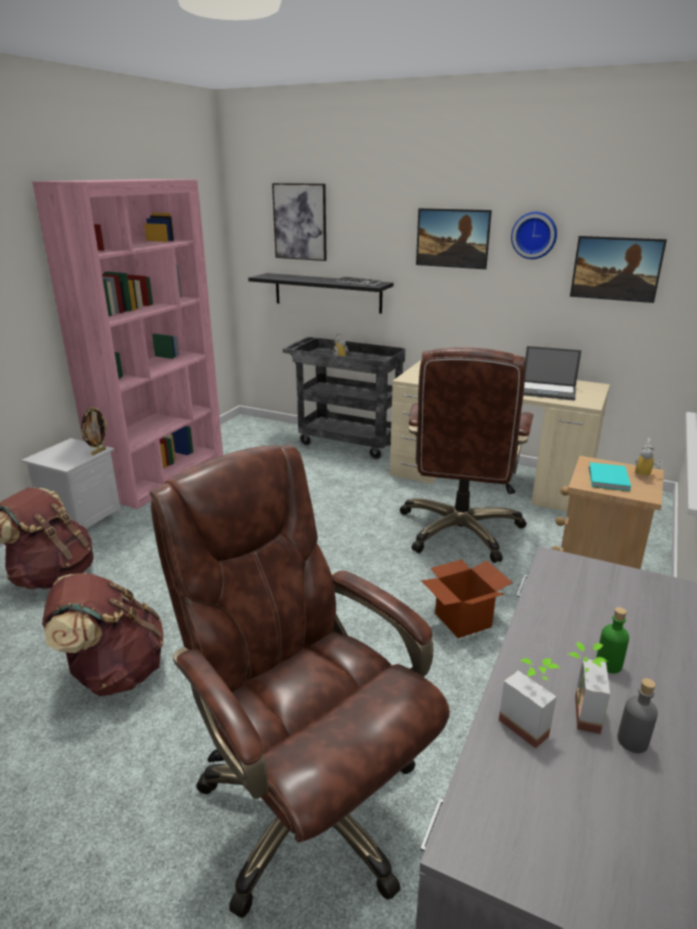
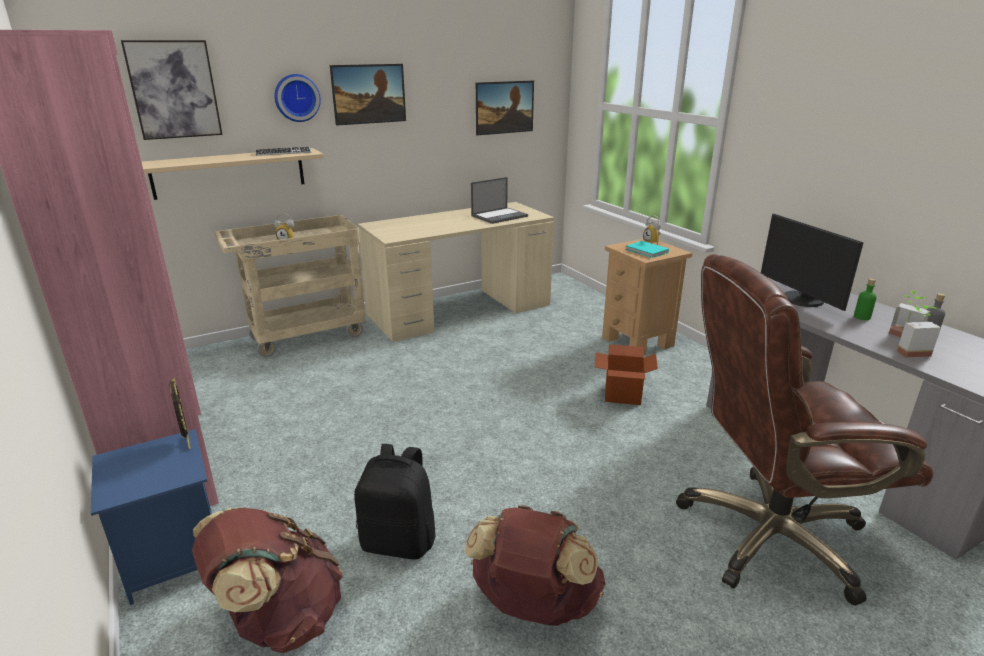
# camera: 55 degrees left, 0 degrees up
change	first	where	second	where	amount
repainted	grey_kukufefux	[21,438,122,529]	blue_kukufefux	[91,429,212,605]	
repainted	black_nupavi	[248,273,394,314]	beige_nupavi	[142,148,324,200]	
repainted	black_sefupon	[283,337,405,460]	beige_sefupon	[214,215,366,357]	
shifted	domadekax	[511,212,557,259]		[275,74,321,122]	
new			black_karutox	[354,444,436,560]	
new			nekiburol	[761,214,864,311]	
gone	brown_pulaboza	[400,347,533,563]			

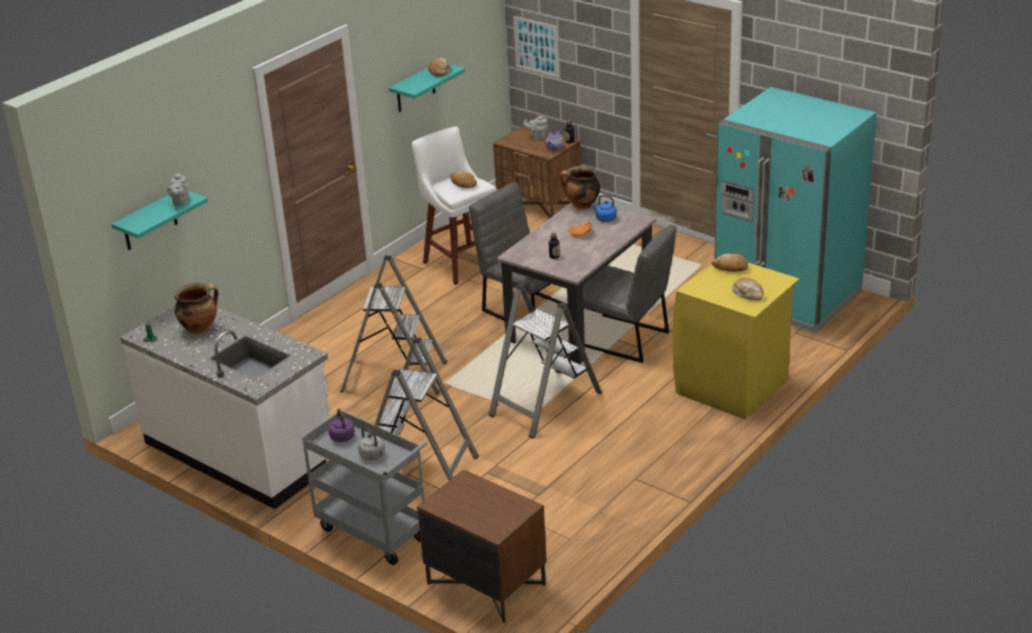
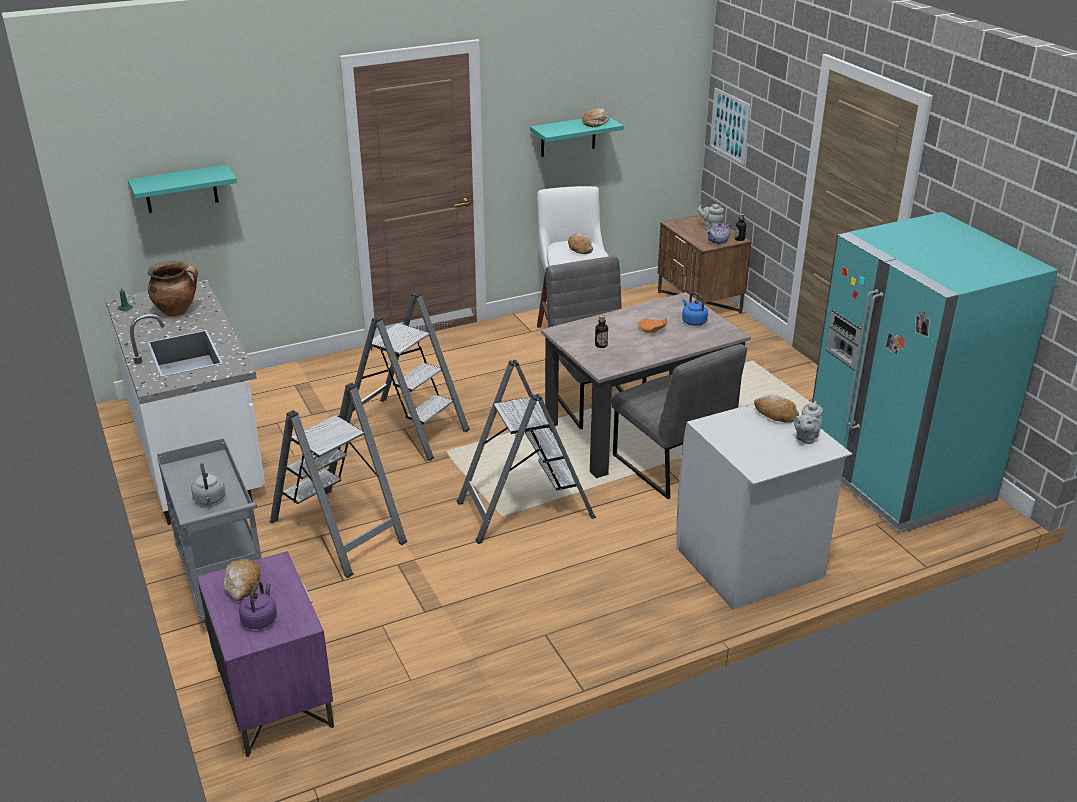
# camera: 25 degrees right, 0 degrees up
change	first	where	second	where	amount
repainted	brown_kukufefux	[417,469,547,623]	purple_kukufefux	[197,551,334,757]	
shifted	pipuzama	[732,277,764,300]		[224,559,261,601]	
shifted	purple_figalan	[328,408,355,442]		[239,582,277,629]	
repainted	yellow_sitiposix	[673,254,799,419]	white_sitiposix	[676,404,852,610]	
shifted	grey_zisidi	[167,172,189,205]		[794,401,823,444]	
gone	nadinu	[560,166,600,209]			

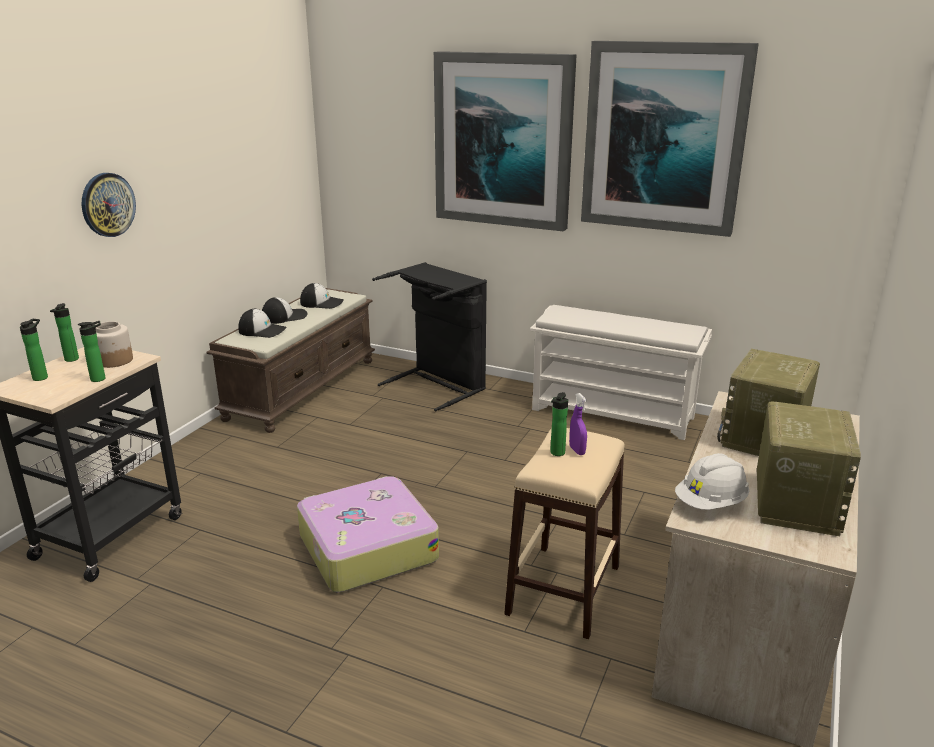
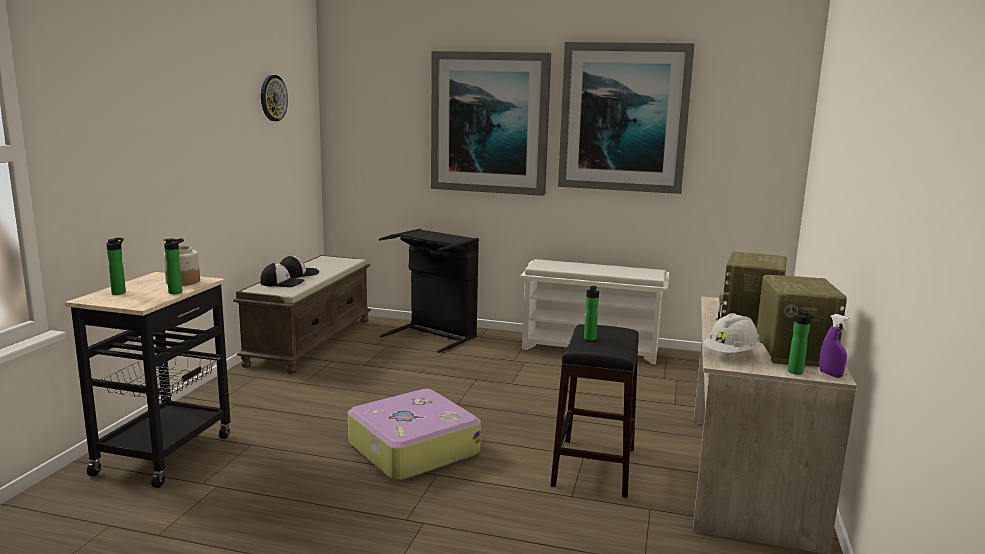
# camera: 10 degrees left, 10 degrees down
change	first	where	second	where	amount
shifted	domadekax	[81,173,136,237]		[261,75,288,121]	
repainted	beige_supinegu	[504,428,624,639]	black_supinegu	[551,324,639,498]	
shifted	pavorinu	[50,303,79,362]		[788,309,815,375]	
shifted	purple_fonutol	[569,393,587,455]		[819,314,850,378]	
gone	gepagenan	[300,283,344,309]			

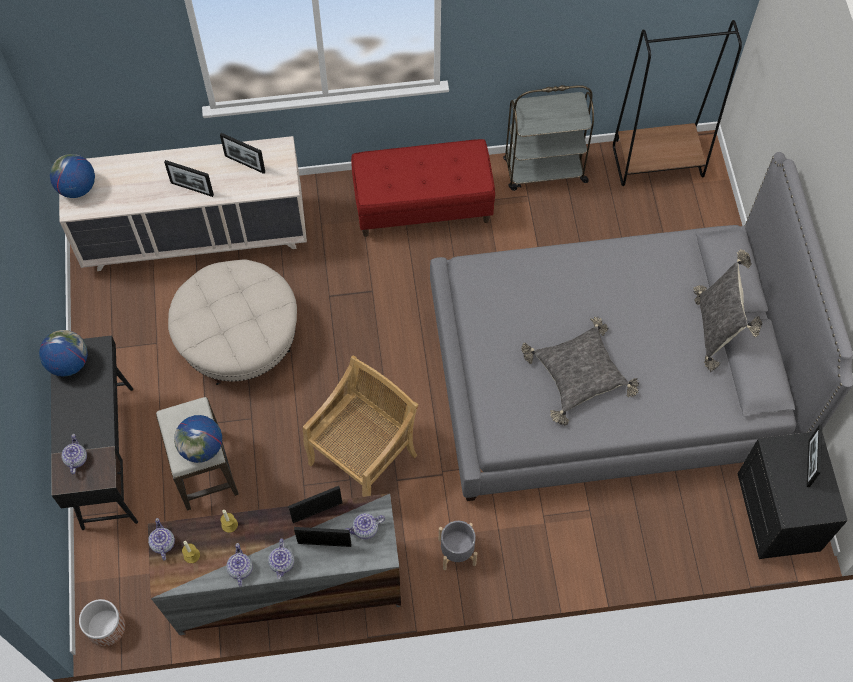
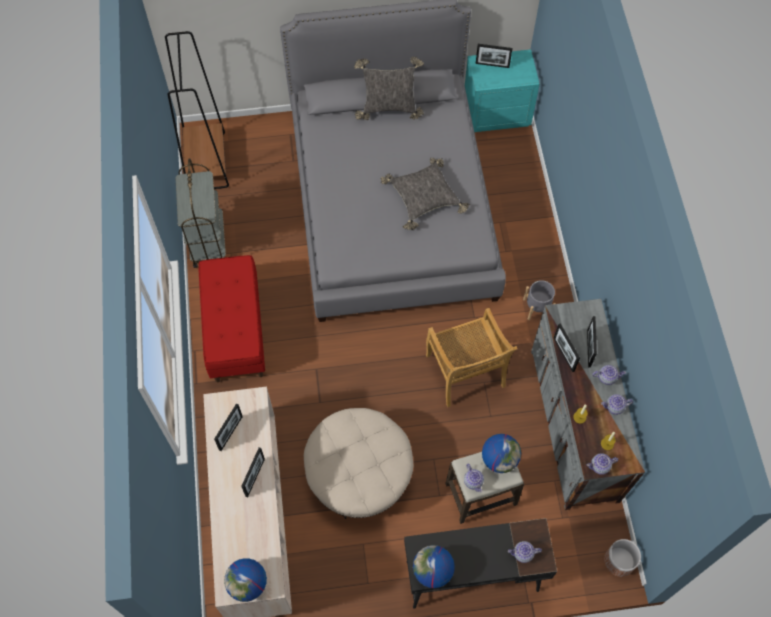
# camera: 90 degrees left, 0 degrees up
change	first	where	second	where	amount
rotated	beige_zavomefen	[303,355,418,497]		[426,308,517,407]	150 degrees counterclockwise
shifted	zisidi	[345,513,385,539]		[464,463,484,493]	
repainted	black_kukufefux	[737,432,848,559]	turquoise_kukufefux	[465,49,540,132]	

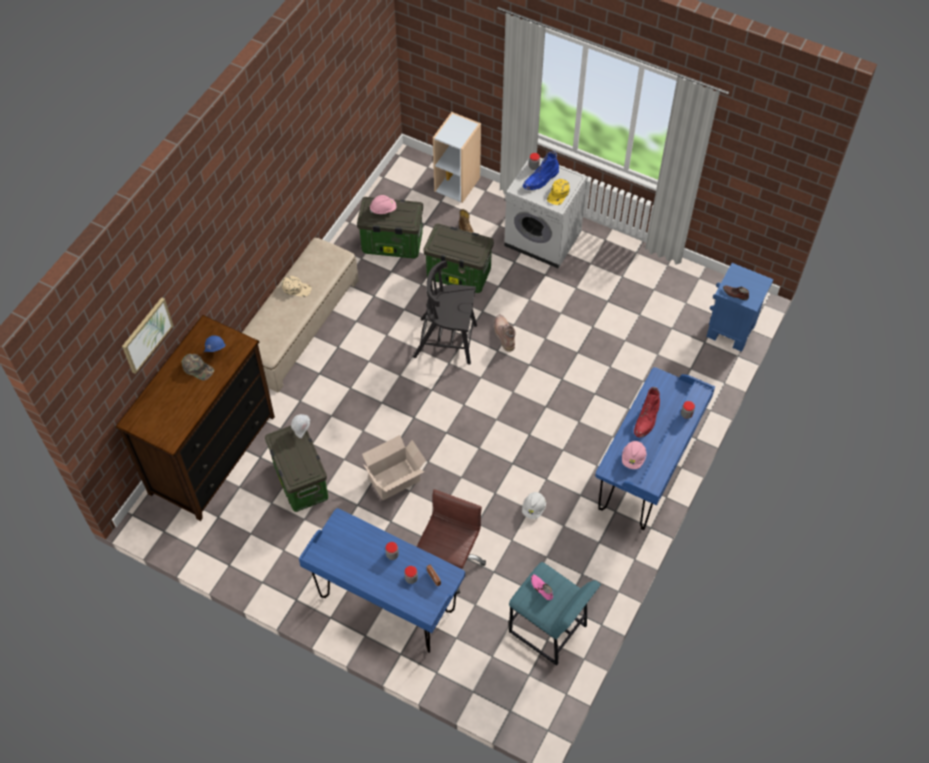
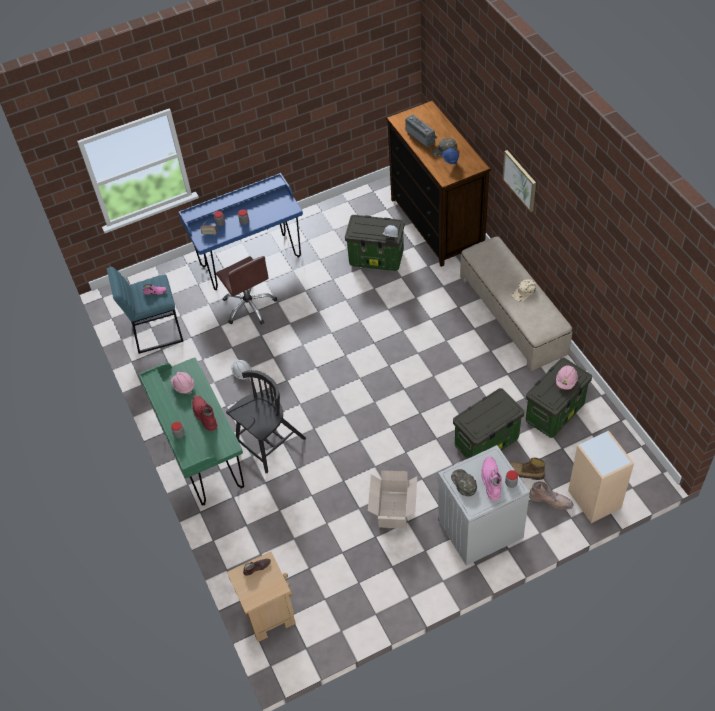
# camera: 130 degrees right, 5 degrees down
change	first	where	second	where	amount
repainted	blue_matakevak	[595,367,715,530]	green_matakevak	[139,358,244,506]	
shifted	black_zavomefen	[413,261,477,365]		[226,370,306,473]	
repainted	blue_kukufefux	[706,263,774,352]	beige_kukufefux	[227,552,296,642]	
shifted	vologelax	[362,435,426,500]		[368,470,417,529]	
new			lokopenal	[405,114,437,147]	
repainted	yellow_gepagenan	[547,179,570,205]	green_gepagenan	[451,469,477,496]	
repainted	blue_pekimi	[523,151,559,190]	pink_pekimi	[481,457,502,501]	
shifted	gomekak	[122,297,173,374]		[503,150,536,212]	
shifted	brown_pekimi	[494,314,516,352]		[529,481,573,510]	

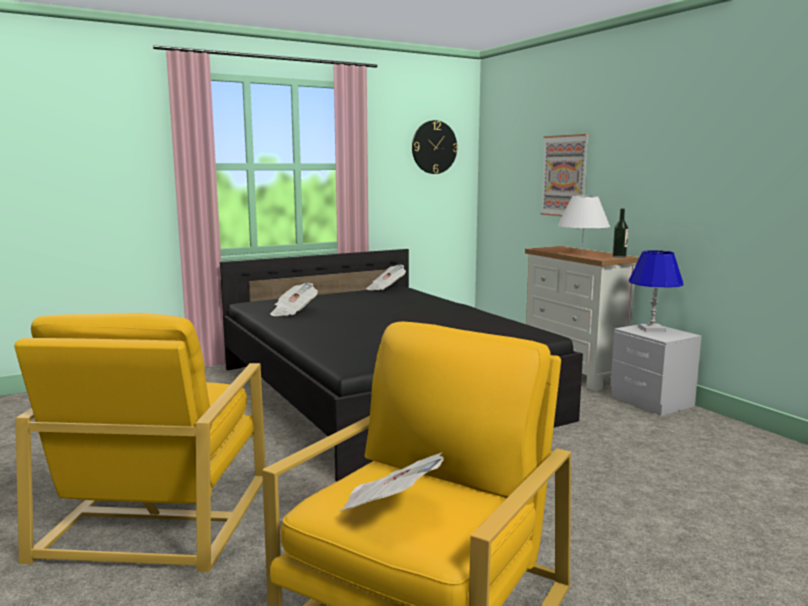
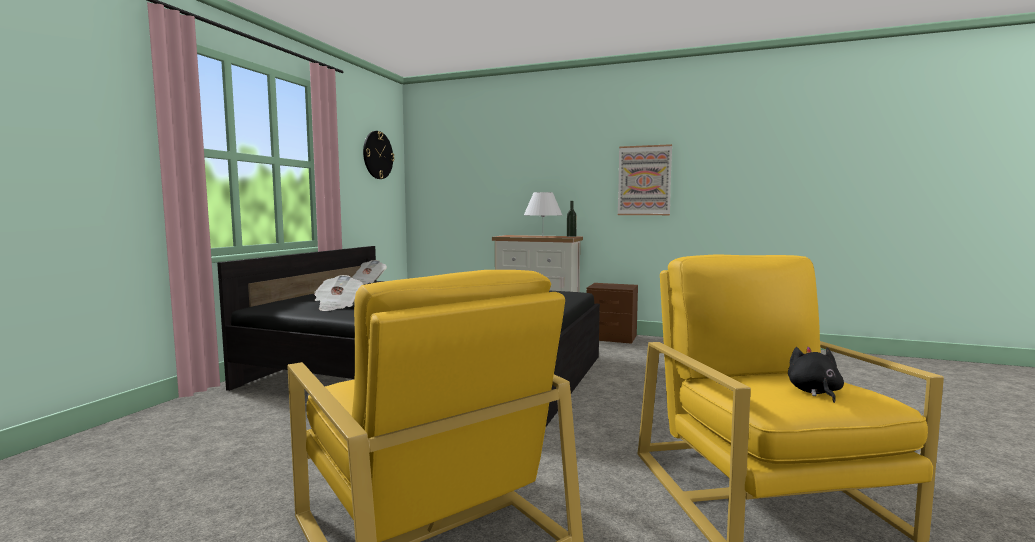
# camera: 40 degrees left, 5 degrees down
change	first	where	second	where	amount
repainted	grey_kukufefux	[610,325,701,416]	brown_kukufefux	[587,283,638,344]	
shifted	gomekak	[540,134,589,216]		[618,144,672,215]	
swapped	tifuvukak	[339,453,444,512]	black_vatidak	[788,347,844,403]	
gone	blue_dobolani	[629,250,684,331]			

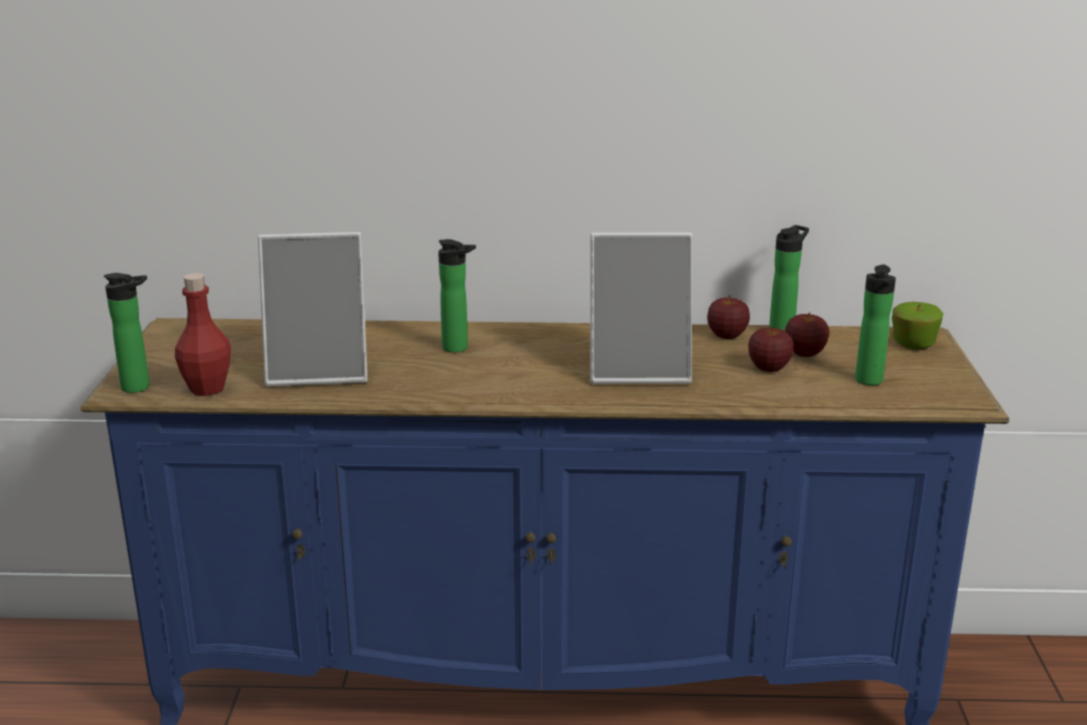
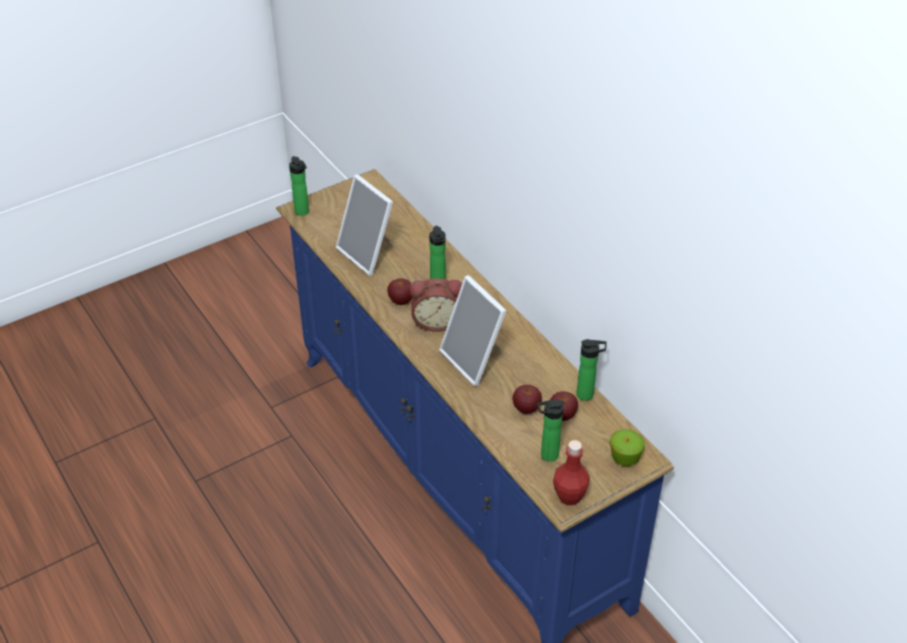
# camera: 55 degrees right, 20 degrees up
change	first	where	second	where	amount
shifted	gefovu	[707,295,750,339]		[387,278,412,305]	
new			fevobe	[409,278,462,332]	
shifted	red_pavorinu	[175,273,231,396]		[553,440,590,505]	

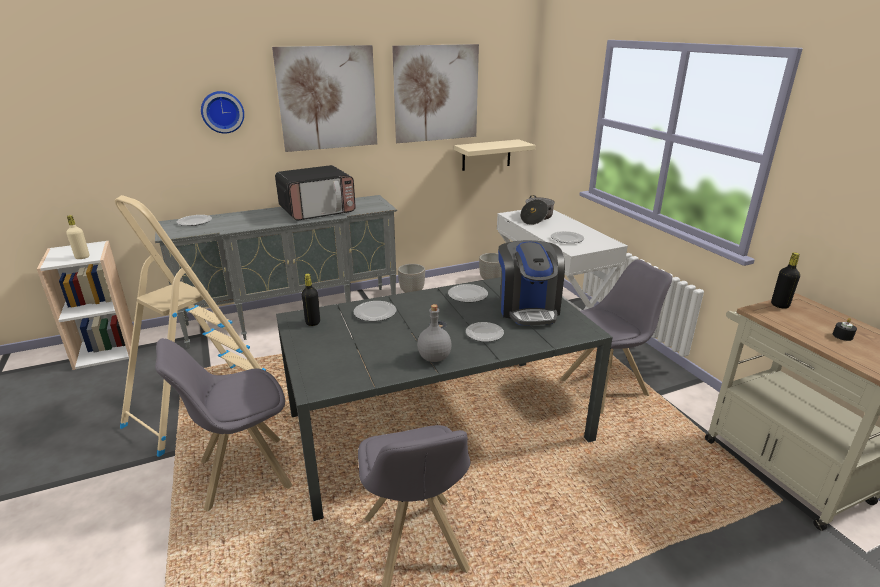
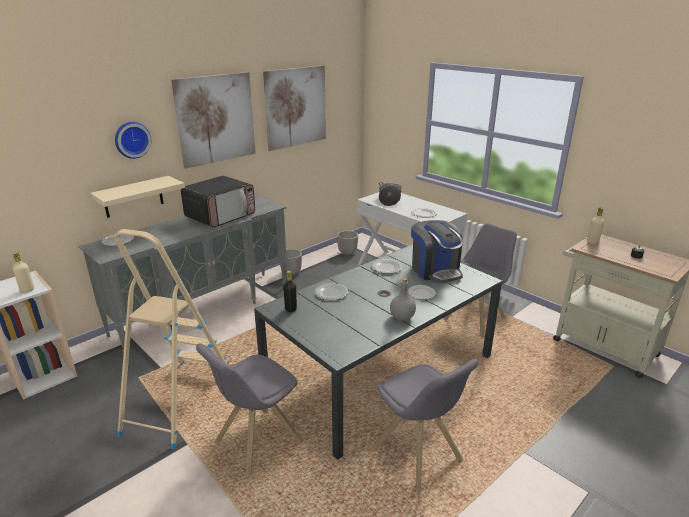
# camera: 20 degrees left, 0 degrees up
change	first	where	second	where	amount
shifted	beige_nupavi	[454,139,535,171]		[90,176,185,218]	
repainted	black_pavorinu	[771,252,800,309]	beige_pavorinu	[587,208,604,244]	

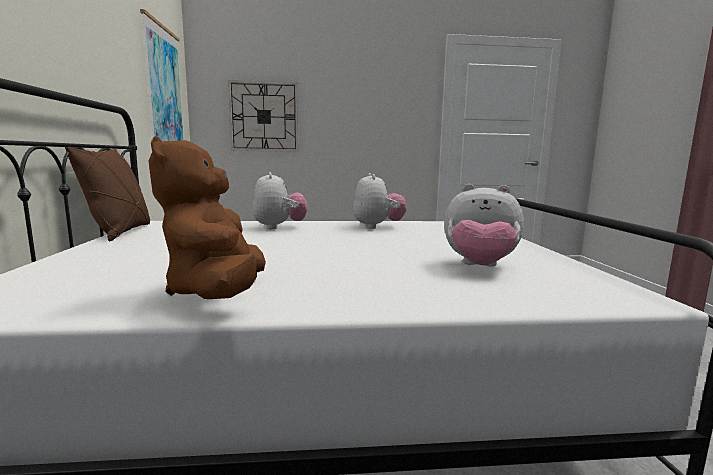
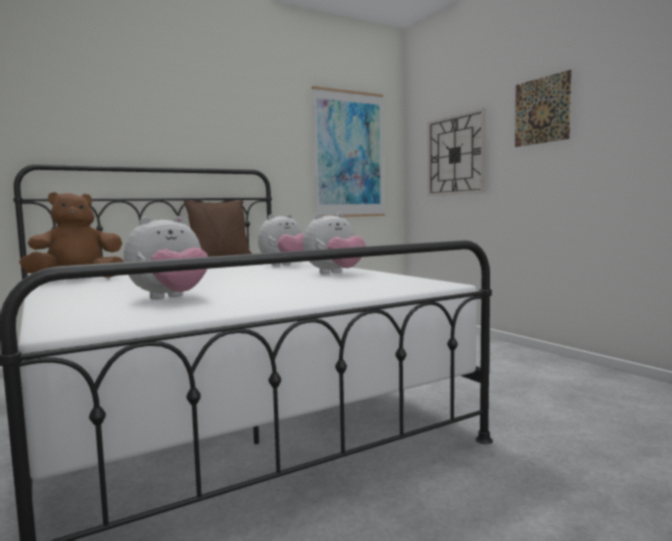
# camera: 65 degrees right, 5 degrees down
change	first	where	second	where	amount
rotated	vatidak	[444,184,524,266]		[124,216,208,299]	120 degrees counterclockwise
new			gomekak	[515,70,572,147]	

